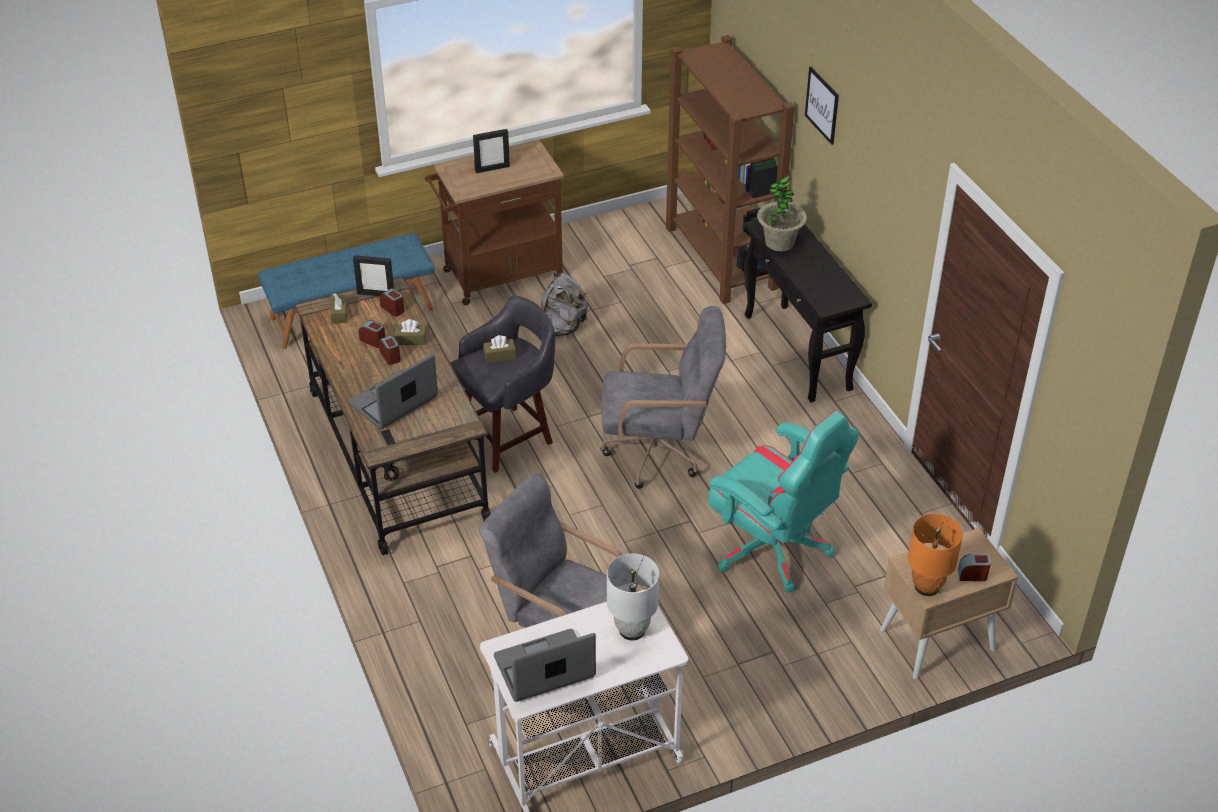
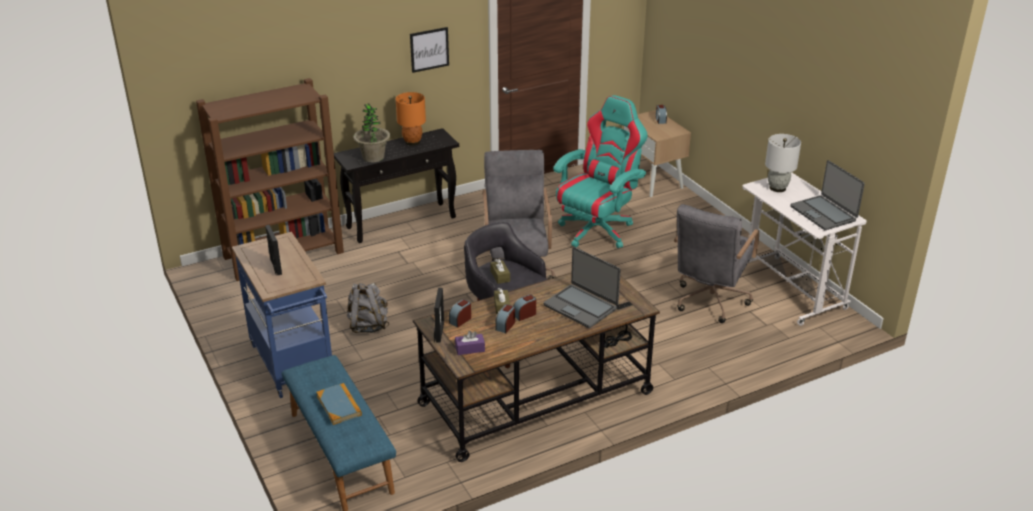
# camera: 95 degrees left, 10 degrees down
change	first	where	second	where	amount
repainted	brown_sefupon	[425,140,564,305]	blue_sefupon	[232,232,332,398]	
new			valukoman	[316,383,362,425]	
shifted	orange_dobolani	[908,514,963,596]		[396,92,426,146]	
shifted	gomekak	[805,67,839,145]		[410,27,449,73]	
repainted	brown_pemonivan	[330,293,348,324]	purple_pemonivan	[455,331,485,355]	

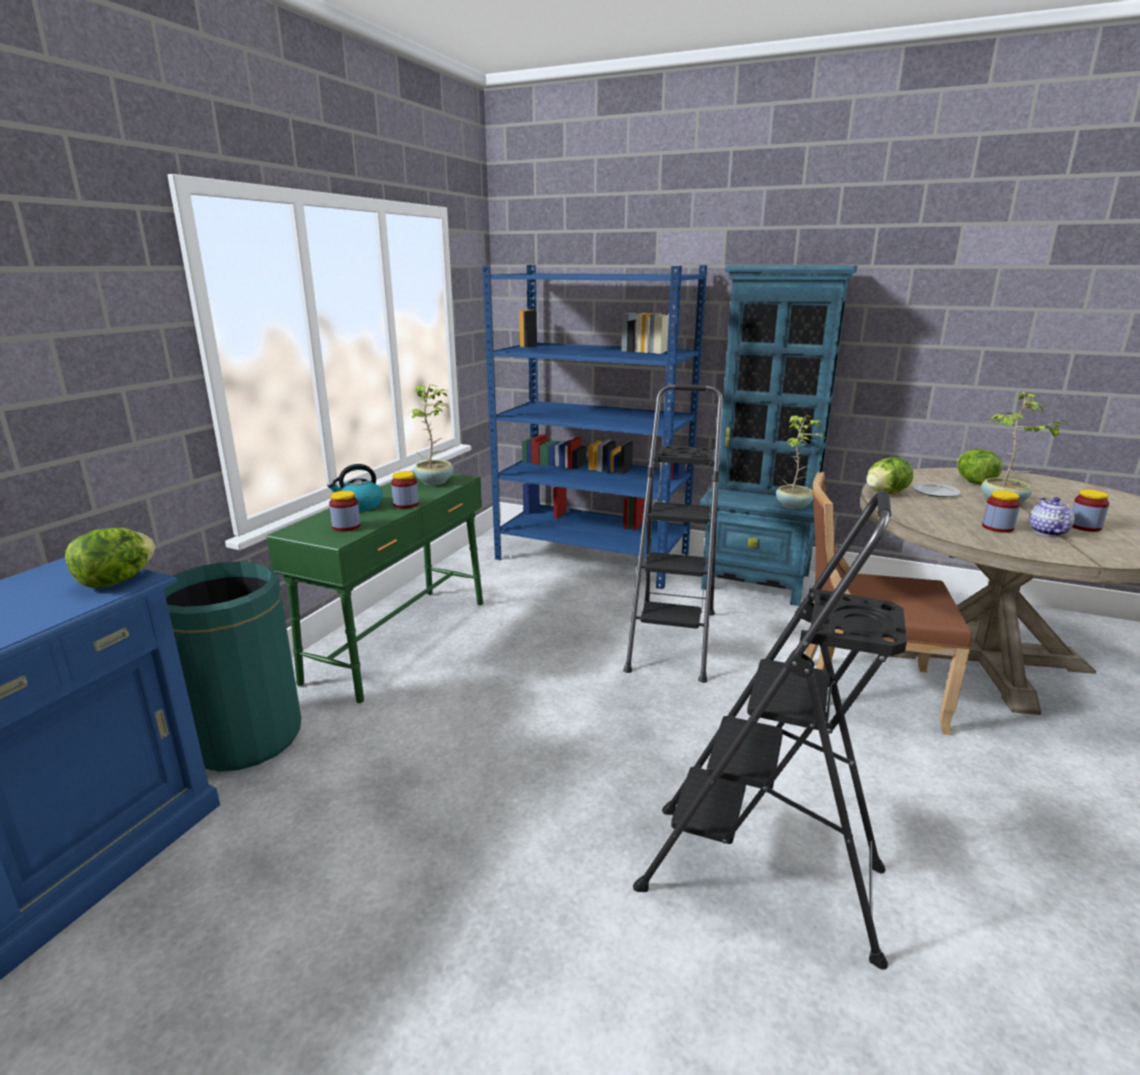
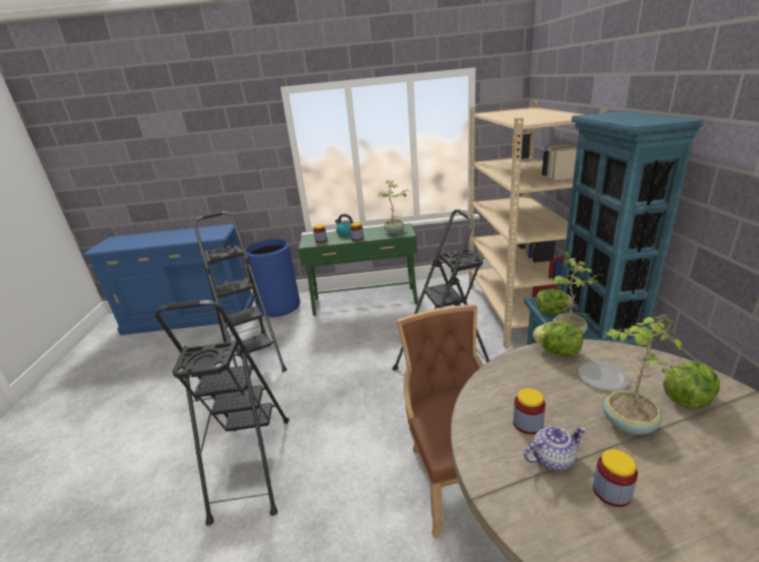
# camera: 65 degrees right, 5 degrees up
change	first	where	second	where	amount
new			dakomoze	[194,212,287,372]	
repainted	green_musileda	[164,562,301,772]	blue_musileda	[246,239,300,317]	
repainted	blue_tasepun	[482,265,707,589]	beige_tasepun	[469,101,607,348]	
shifted	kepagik	[65,528,155,588]		[536,288,572,314]	

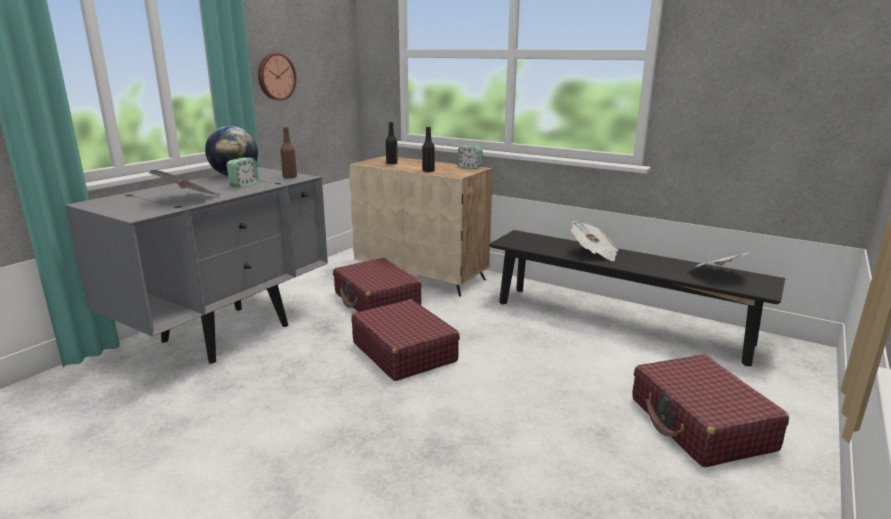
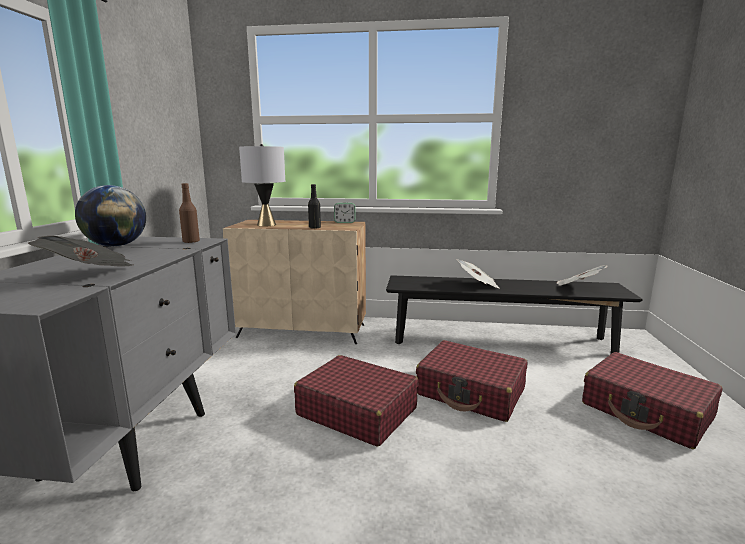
# camera: 25 degrees left, 5 degrees down
change	first	where	second	where	amount
swapped	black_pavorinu	[386,121,398,164]	grey_dobolani	[239,144,285,226]	
shifted	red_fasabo	[333,258,422,312]		[416,340,528,422]	
gone	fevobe	[227,158,258,187]			
gone	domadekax	[258,53,297,100]			

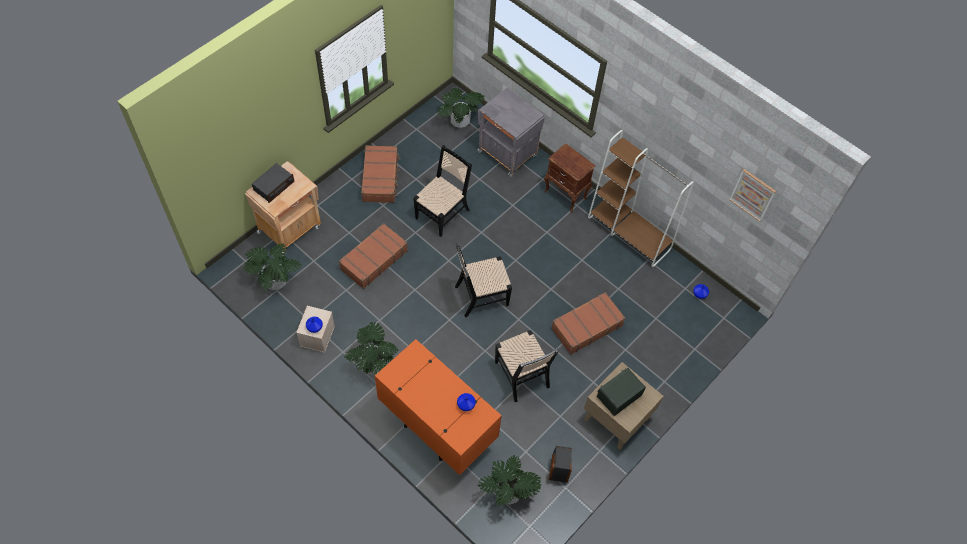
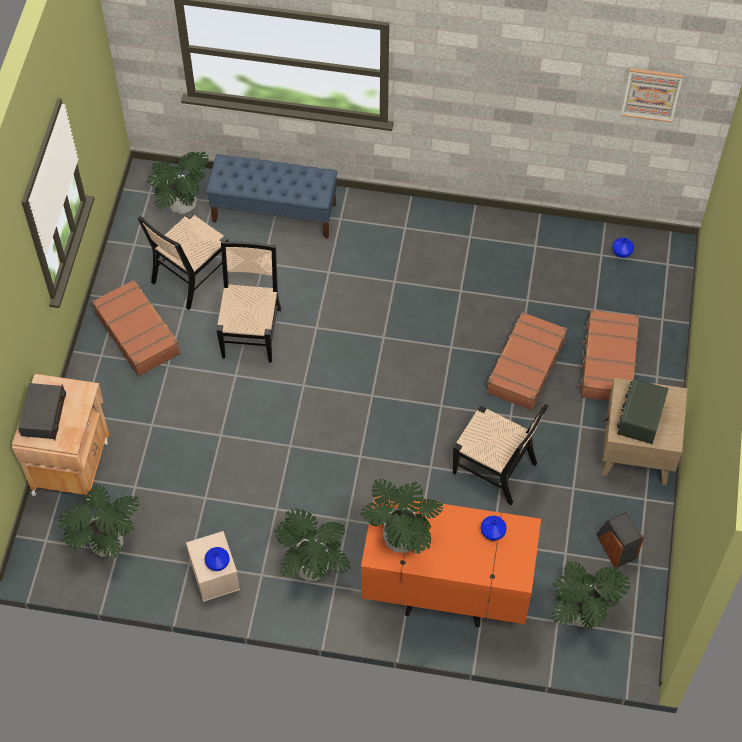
# camera: 30 degrees left, 0 degrees up
change	first	where	second	where	amount
shifted	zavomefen	[455,243,512,318]		[137,212,228,310]	
swapped	grey_sefupon	[477,88,545,177]	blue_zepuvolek	[206,154,337,238]	
new			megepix	[360,479,443,554]	
shifted	brown_fasabo	[339,223,408,289]		[578,309,639,401]	
gone	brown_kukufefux	[544,144,595,214]			
gone	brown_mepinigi	[588,130,694,267]			

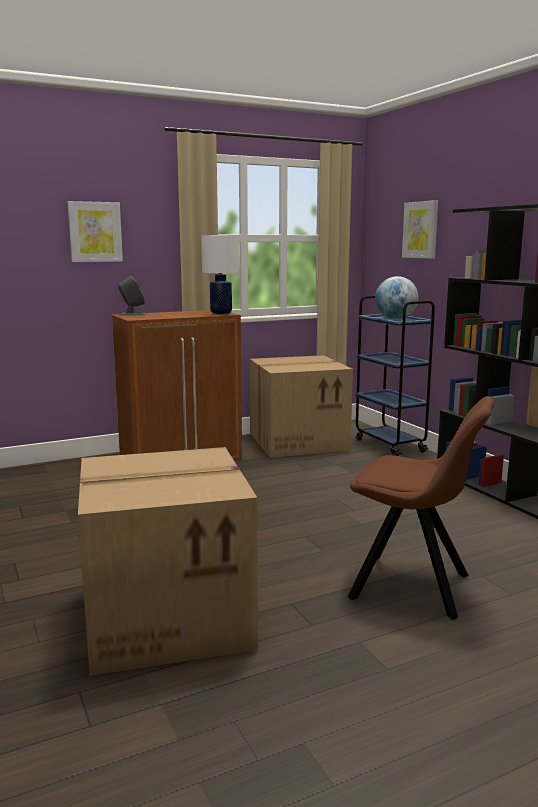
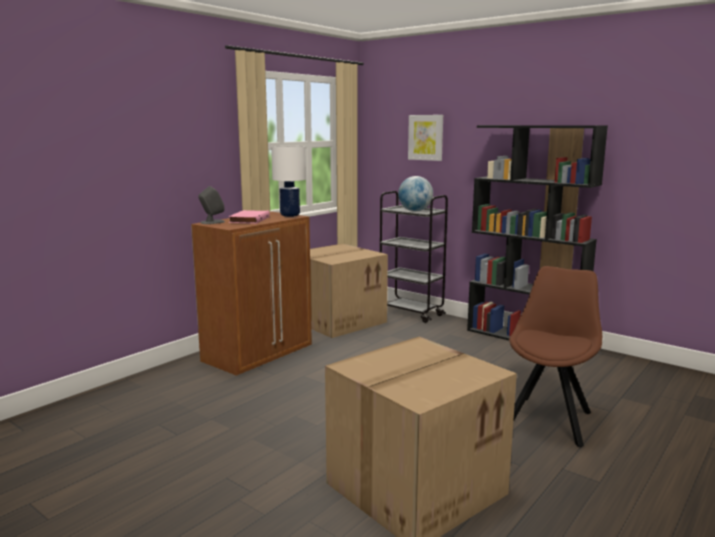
# camera: 25 degrees left, 0 degrees up
change	first	where	second	where	amount
new			pink_valukoman	[229,210,270,224]	
repainted	blue_sefupon	[356,296,435,456]	grey_sefupon	[380,191,448,323]	
rotated	brown_zavomefen	[348,396,494,620]		[509,266,602,447]	60 degrees counterclockwise
gone	gomekak	[67,201,123,262]			

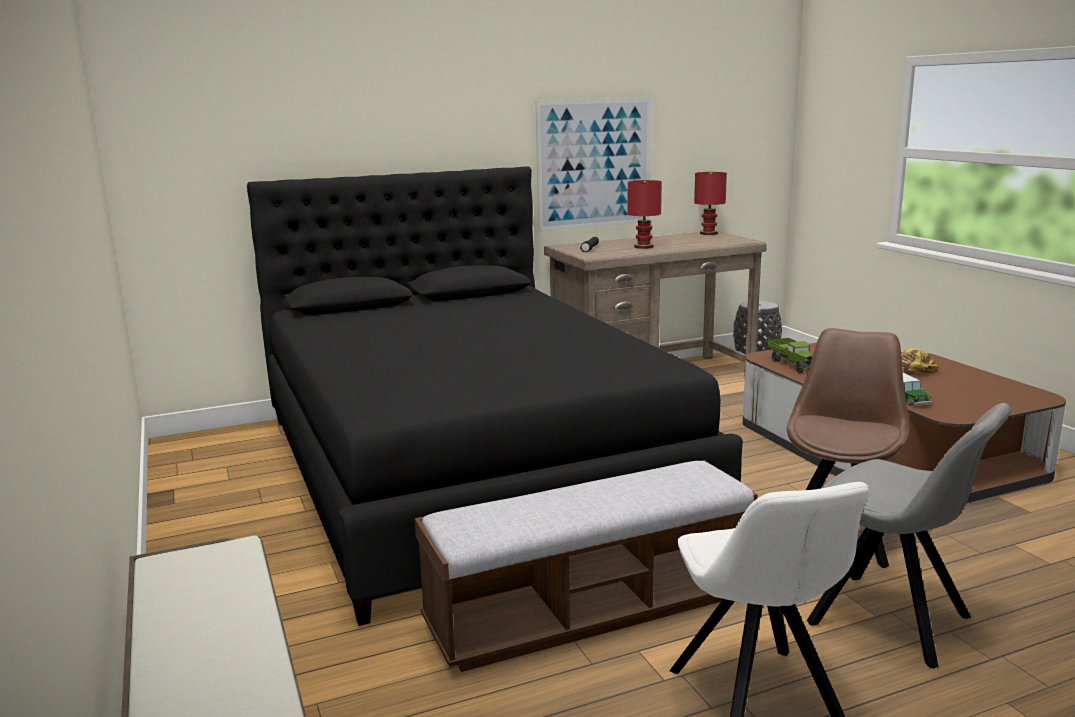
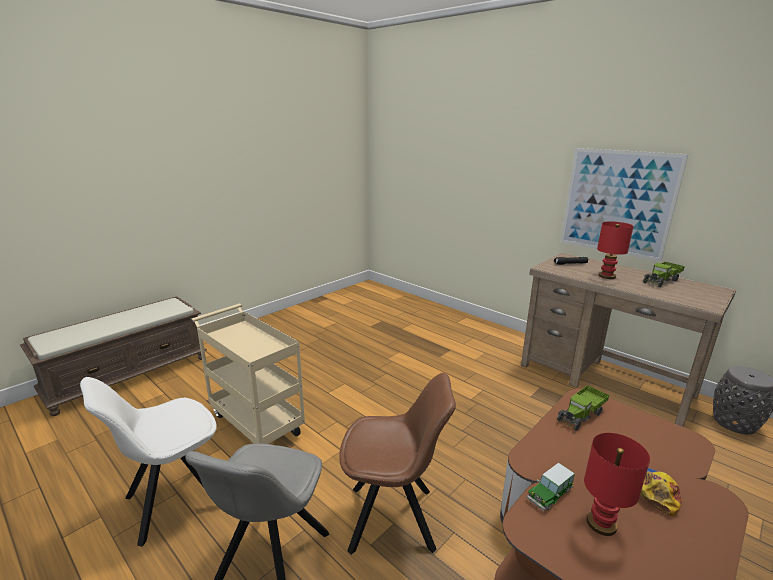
# camera: 65 degrees right, 5 degrees up
change	first	where	second	where	amount
swapped	zepuvolek	[414,460,758,672]	beige_sefupon	[191,303,305,444]	
shifted	red_dobolani	[694,172,727,235]		[584,433,650,536]	
new			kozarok	[643,262,685,287]	
gone	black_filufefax	[247,166,743,626]			

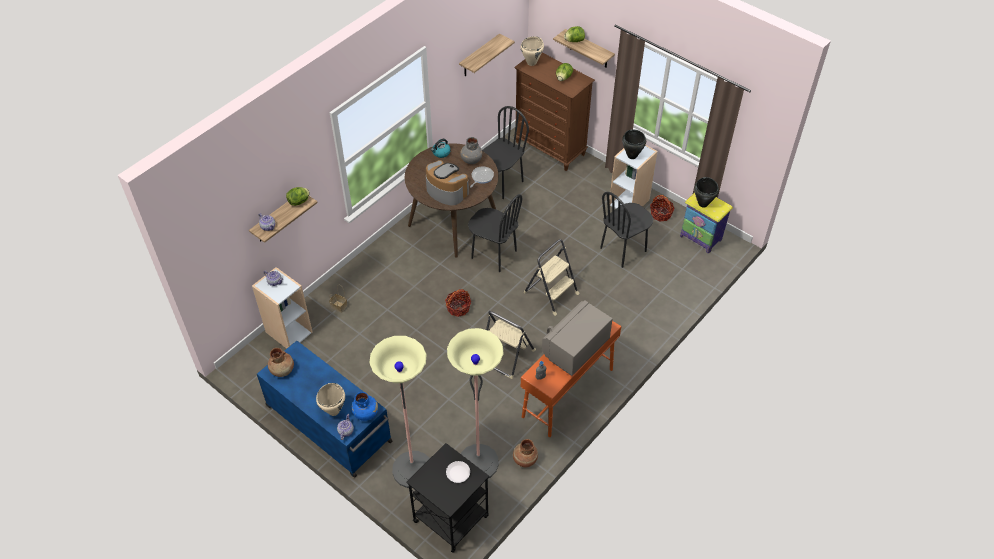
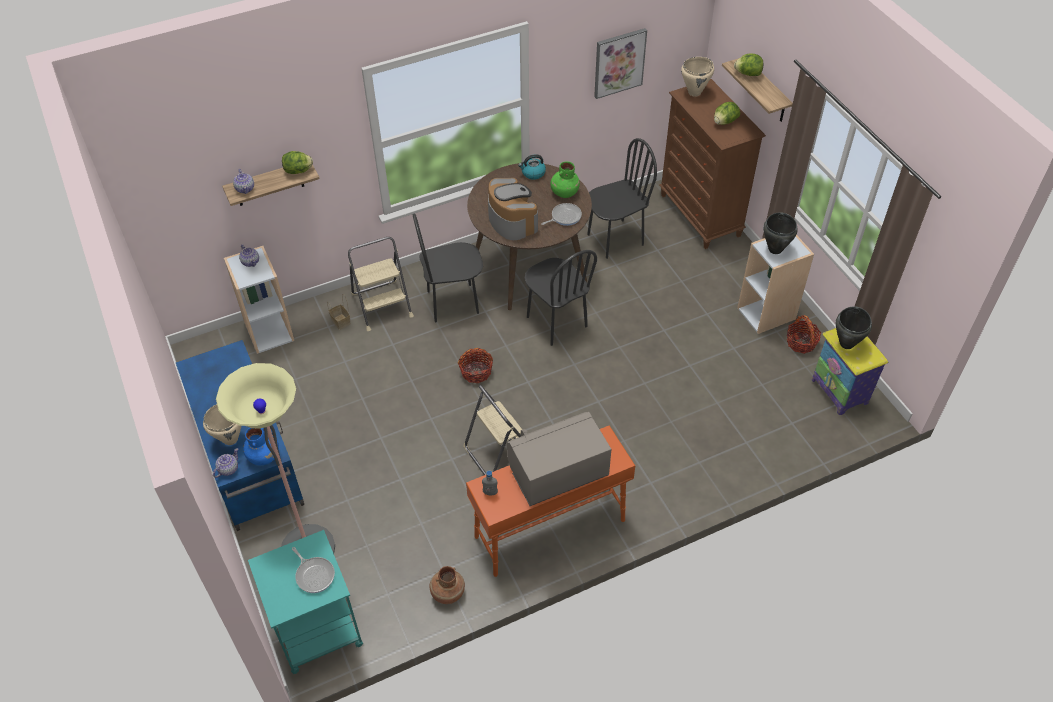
# camera: 25 degrees right, 0 degrees up
change	first	where	second	where	amount
repainted	black_sefupon	[406,443,489,553]	turquoise_sefupon	[248,530,363,674]	
swapped	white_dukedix	[446,461,470,483]	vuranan	[292,547,335,593]	
shifted	beige_dakomoze	[524,239,580,316]		[348,237,414,331]	
shifted	black_zavomefen	[600,192,653,268]		[413,213,483,323]	
repainted	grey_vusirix	[460,137,482,164]	green_vusirix	[551,161,580,198]	
swapped	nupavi	[459,34,515,76]	gomekak	[594,28,647,99]	
gone	brown_vusirix	[268,348,294,377]			
gone	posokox	[447,328,504,478]			

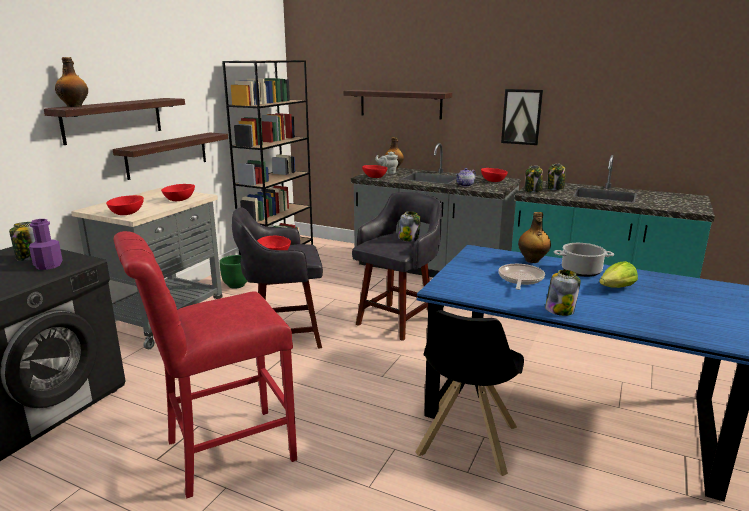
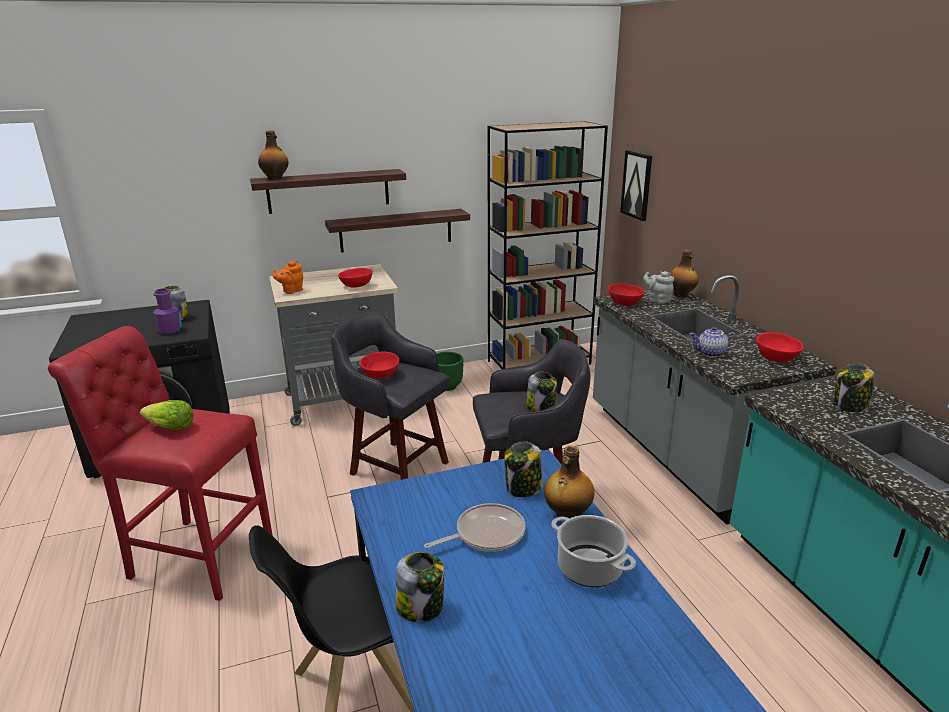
# camera: 45 degrees right, 5 degrees up
change	first	where	second	where	amount
shifted	kepagik	[599,261,638,288]		[140,400,194,430]	
swapped	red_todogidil	[106,195,144,215]	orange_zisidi	[273,260,303,294]	
shifted	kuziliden	[525,166,543,193]		[504,441,543,497]	
shifted	gomekak	[501,89,543,145]		[620,150,652,221]	
gone	nupavi	[344,90,452,119]			

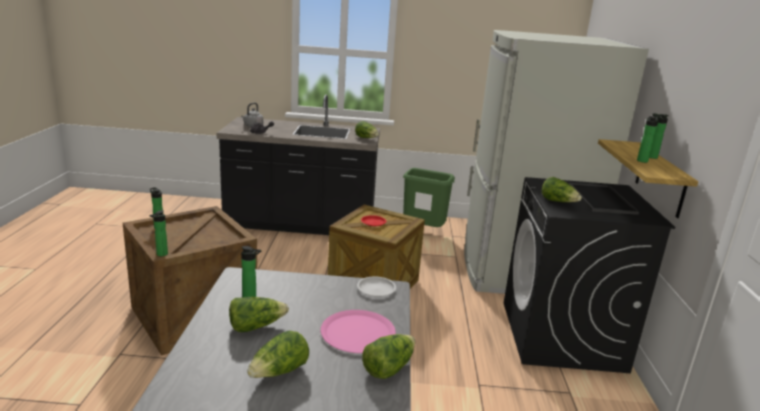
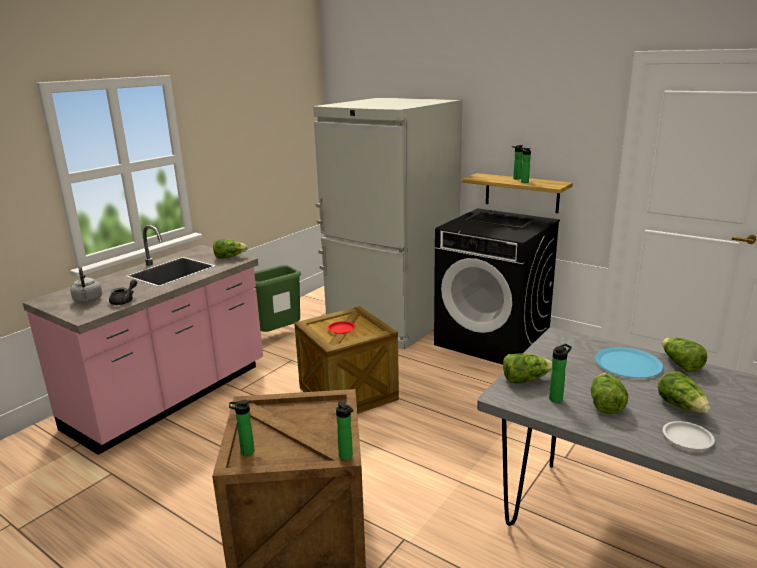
# camera: 55 degrees left, 0 degrees up
change	first	where	second	where	amount
repainted	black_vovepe	[217,95,380,235]	pink_vovepe	[22,225,263,455]	
shifted	kepagik	[542,177,582,202]		[503,354,552,384]	
repainted	pink_dukedix	[321,310,396,353]	blue_dukedix	[595,347,663,378]	
shifted	white_dukedix	[357,276,396,297]		[663,421,715,449]	

